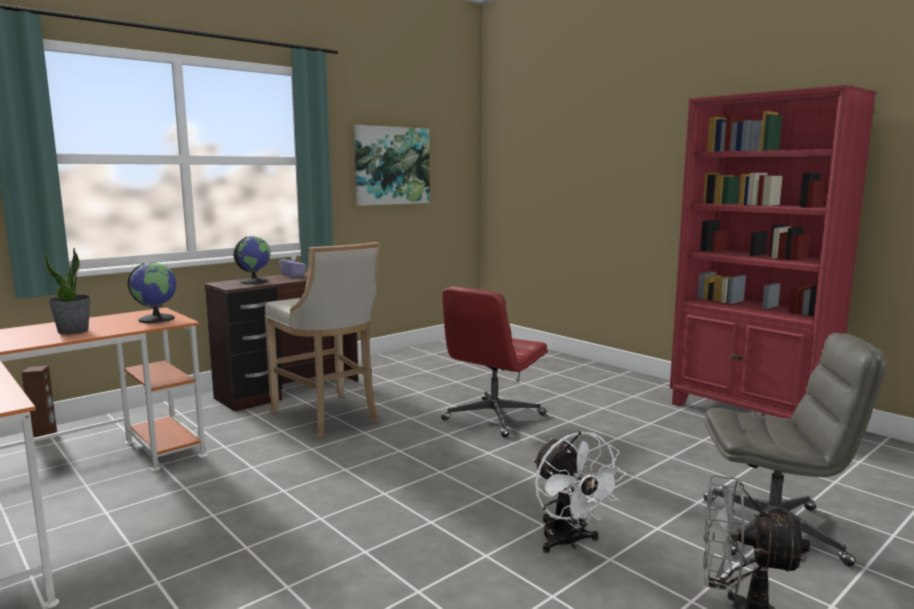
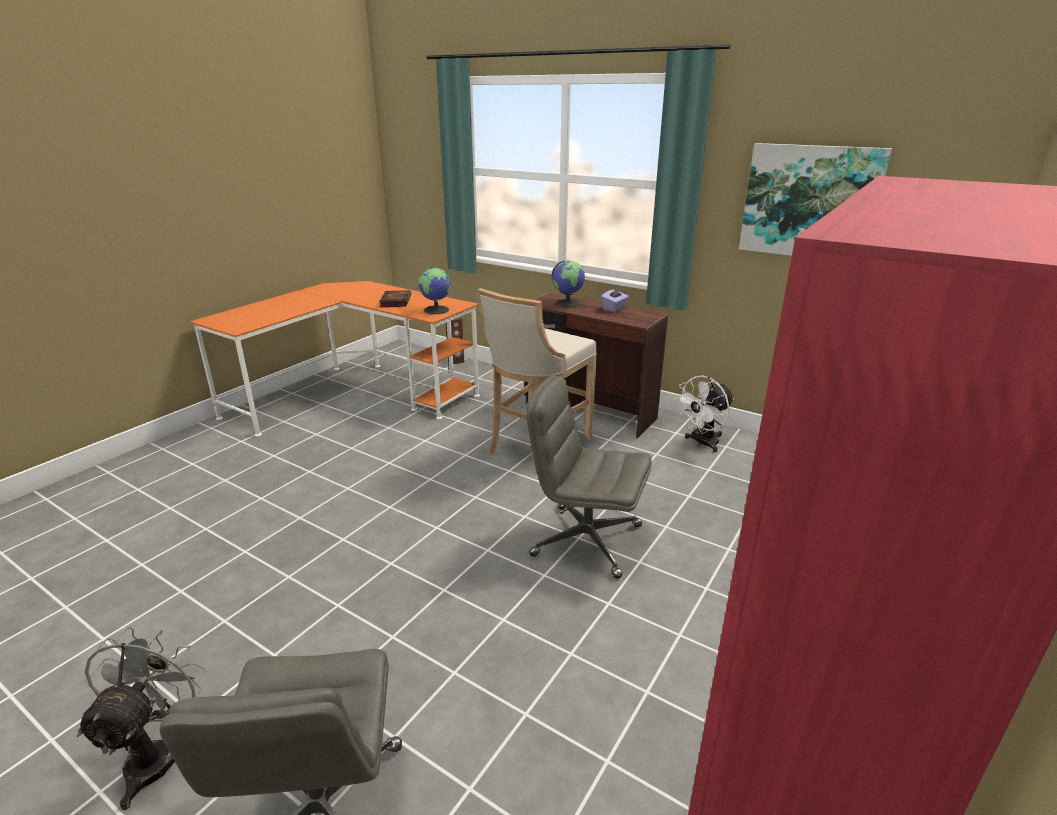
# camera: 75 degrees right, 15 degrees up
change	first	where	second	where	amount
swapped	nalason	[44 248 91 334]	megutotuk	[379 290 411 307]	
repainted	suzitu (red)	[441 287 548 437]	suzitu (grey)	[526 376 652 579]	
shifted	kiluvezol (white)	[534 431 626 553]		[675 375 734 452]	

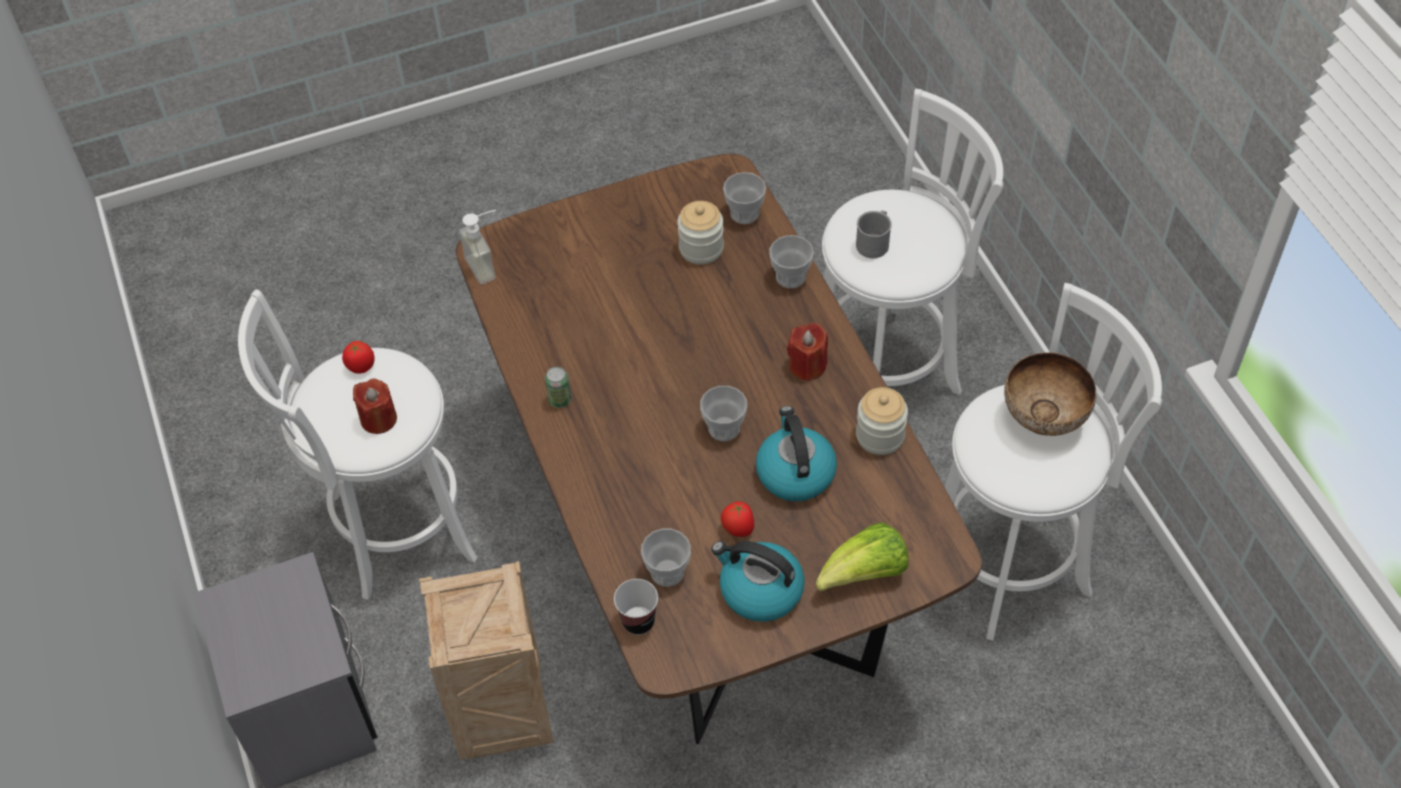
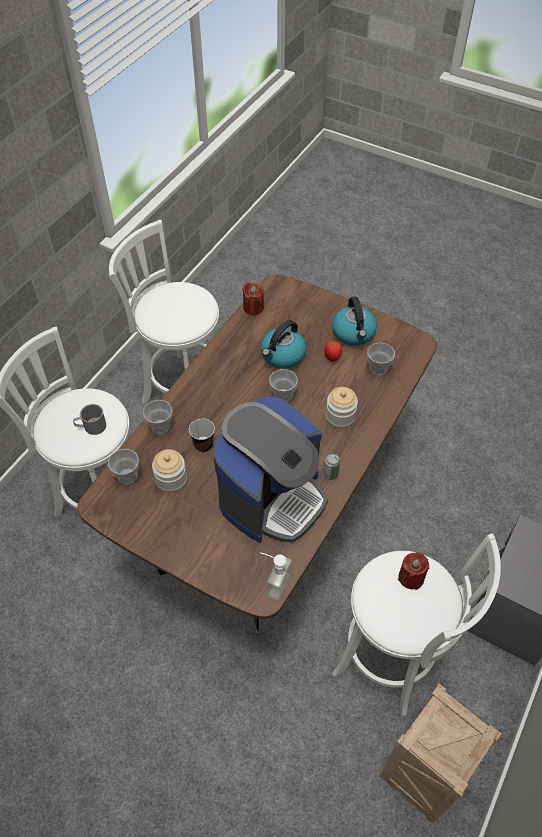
# camera: 130 degrees left, 0 degrees up
change	first	where	second	where	amount
gone	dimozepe	[342 341 375 374]			
shifted	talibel	[419 561 554 760]		[379 684 502 823]	
shifted	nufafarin	[614 579 658 635]		[189 418 215 452]	
shifted	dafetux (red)	[787 323 828 382]		[242 282 264 315]	
gone	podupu	[816 522 909 591]			
shifted	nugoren	[856 387 908 455]		[326 387 358 429]	
gone	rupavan	[1004 352 1096 436]			
new			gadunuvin	[213 397 328 543]	

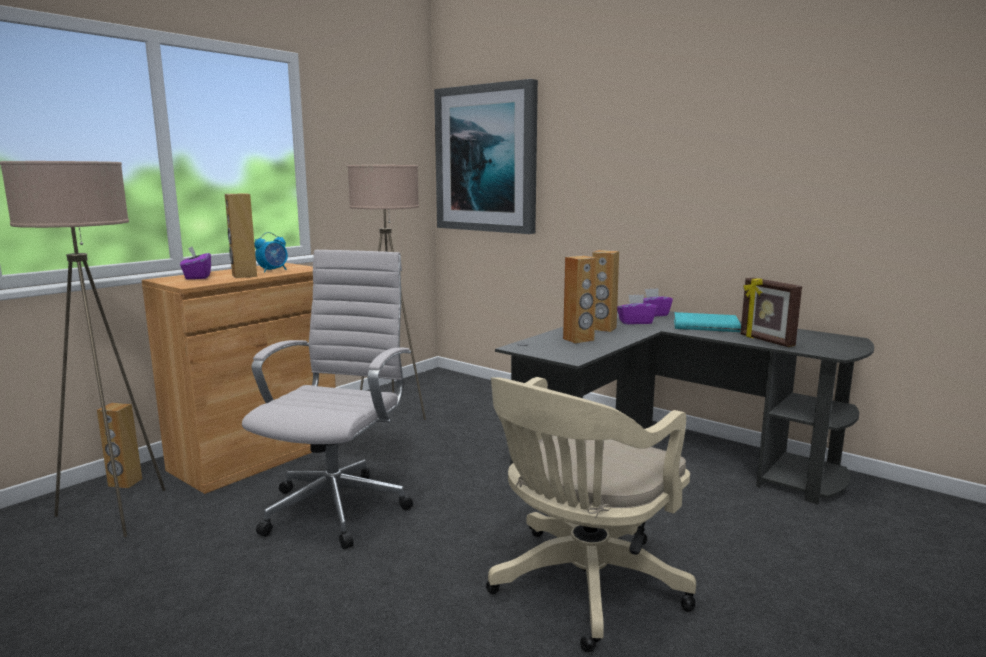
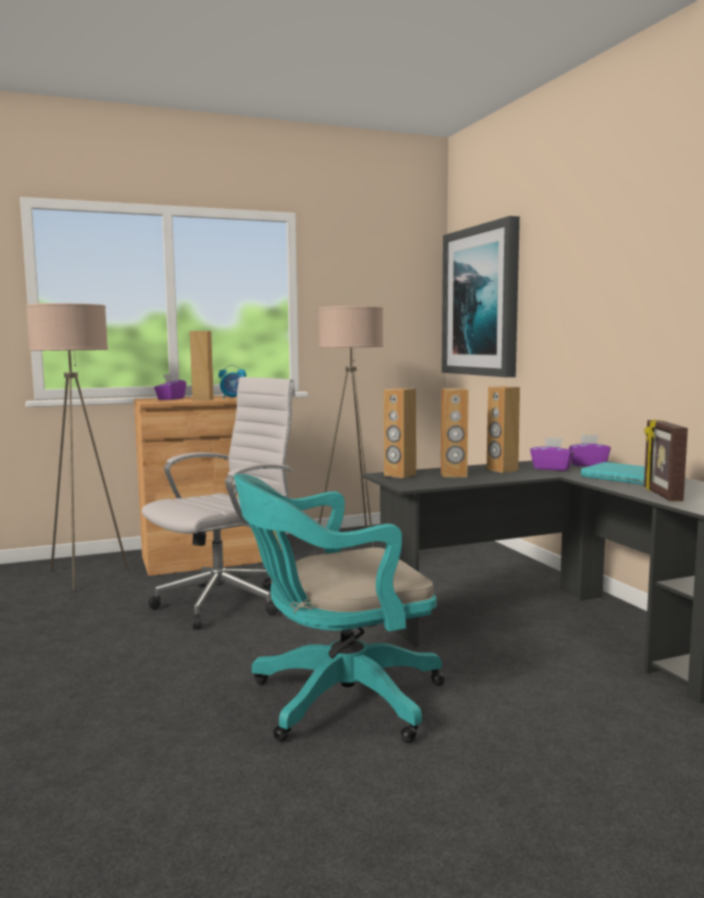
# camera: 30 degrees right, 5 degrees down
change	first	where	second	where	amount
shifted	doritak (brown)	[97 403 142 488]		[384 388 416 478]	
repainted	suzitu (beige)	[486 377 696 652]	suzitu (turquoise)	[234 474 445 743]	

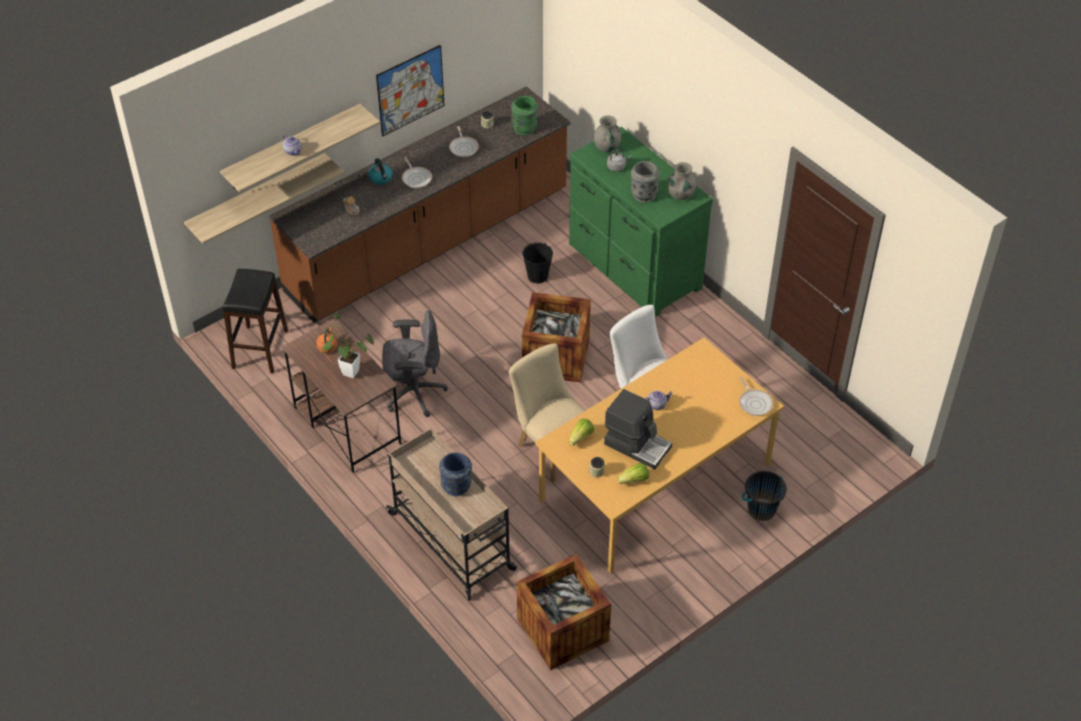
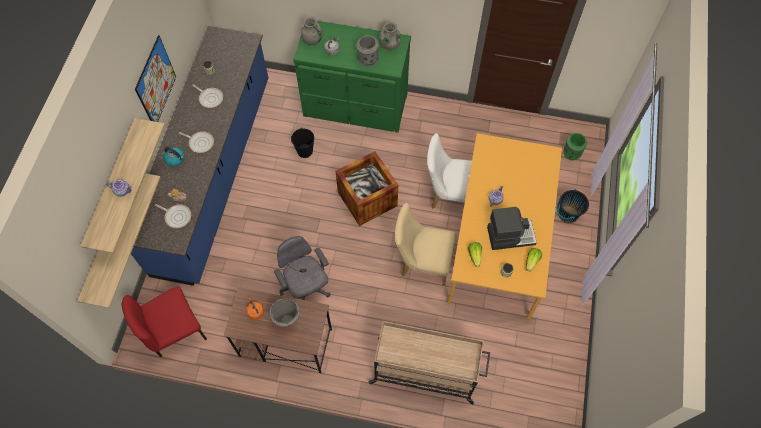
# camera: 40 degrees left, 15 degrees up
change	first	where	second	where	amount
swapped	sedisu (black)	[223 269 288 373]	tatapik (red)	[121 286 207 357]	
repainted	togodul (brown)	[269 86 570 323]	togodul (blue)	[131 26 268 286]	
swapped	nalason	[321 313 374 379]	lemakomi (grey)	[269 298 300 327]	
rotated	suzitu (grey)	[382 310 448 417]		[274 236 331 300]	75 degrees counterclockwise
gone	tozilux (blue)	[439 452 472 496]			
shifted	tozilux (green)	[511 96 538 135]		[563 133 587 161]	
gone	talibel	[517 554 611 670]			
shifted	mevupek	[739 377 773 416]		[155 204 191 228]	

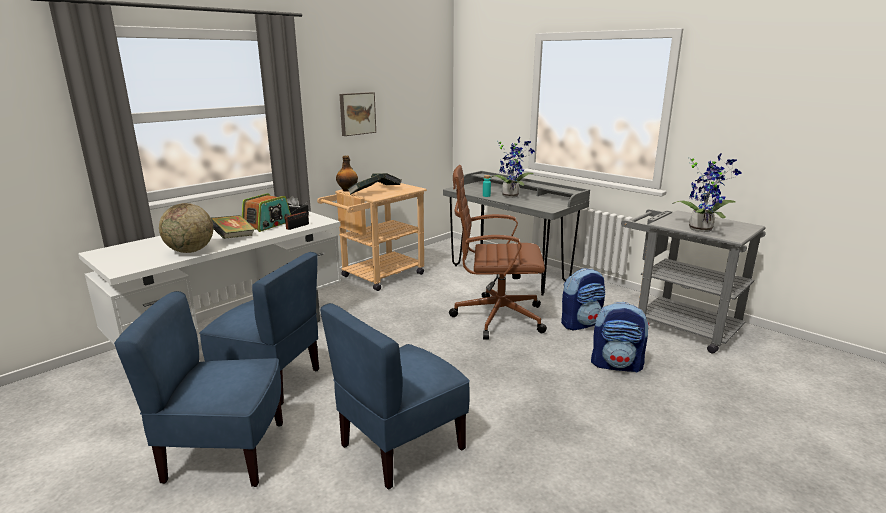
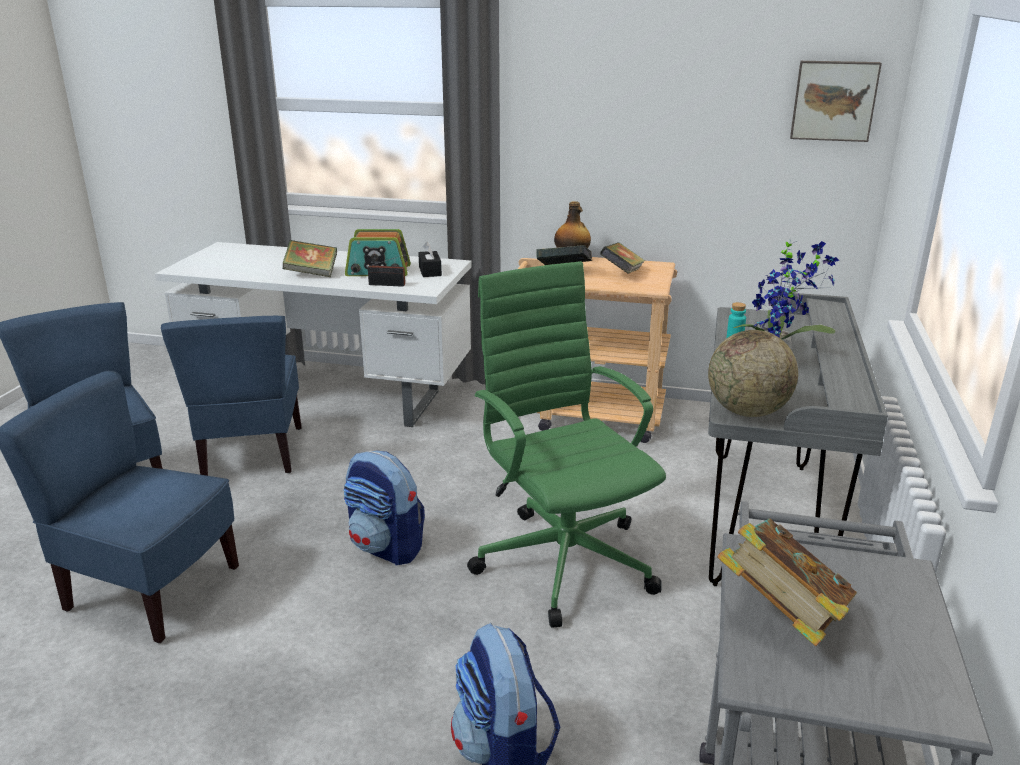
# camera: 60 degrees right, 5 degrees up
change	first	where	second	where	amount
shifted	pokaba	[159 203 213 253]		[708 330 798 417]	
shifted	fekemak	[339 92 376 136]		[790 61 882 142]	
repainted	suzitu (brown)	[449 165 547 340]	suzitu (green)	[467 261 666 628]	
shifted	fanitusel	[561 268 605 330]		[343 451 425 565]	
swapped	nalason	[672 153 741 232]	megutotuk	[717 519 857 646]	

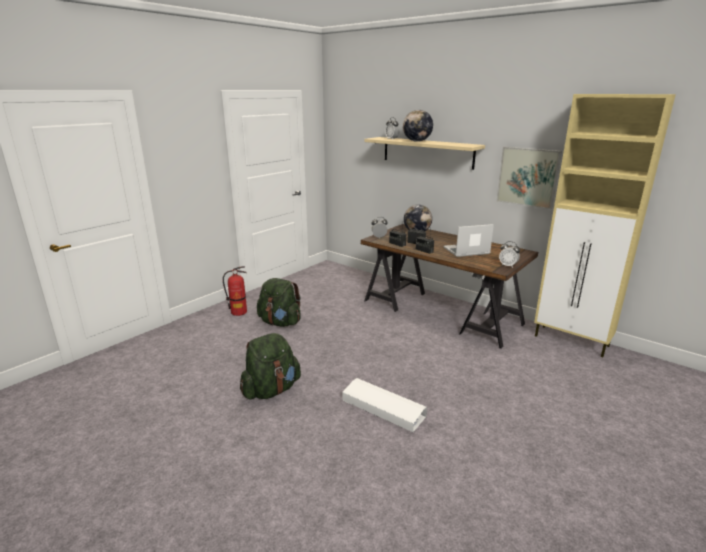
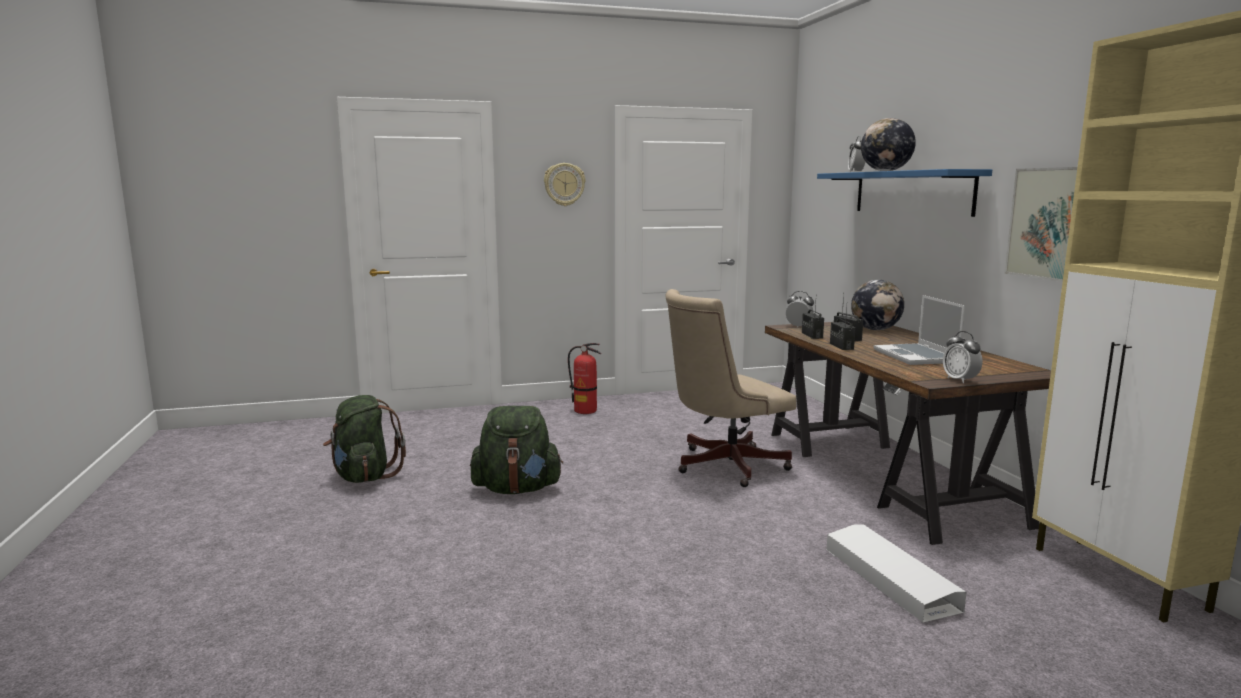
# camera: 35 degrees right, 10 degrees down
change	first	where	second	where	amount
shifted	fanitusel (green)	[257 278 301 327]		[323 395 406 483]	
shifted	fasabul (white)	[342 378 427 432]		[826 524 966 623]	
repainted	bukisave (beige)	[364 137 485 170]	bukisave (blue)	[817 169 992 217]	
rotated	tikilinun	[444 224 494 257]		[873 295 965 365]	120 degrees counterclockwise
new			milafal	[544 163 585 206]	
new			suzitu (beige)	[665 289 796 487]	

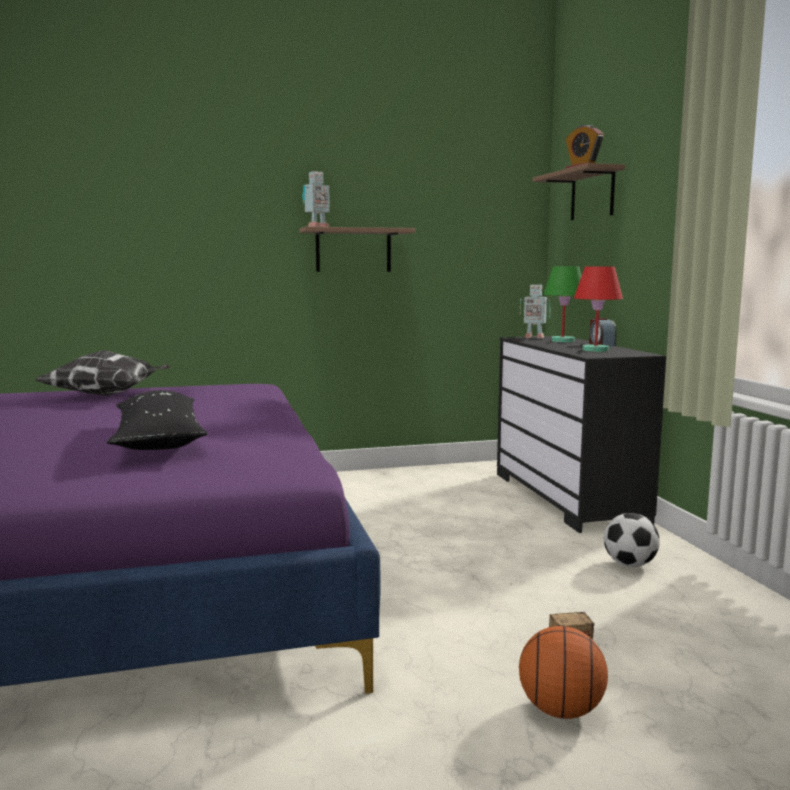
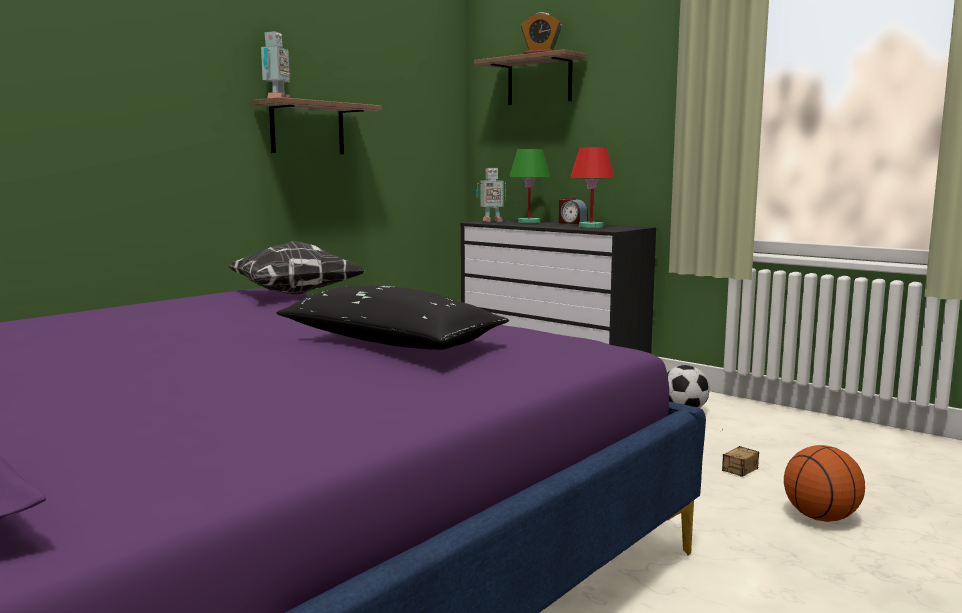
# camera: 35 degrees left, 0 degrees up
change	first	where	second	where	amount
shifted	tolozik	[35 350 171 396]		[227 241 365 295]	

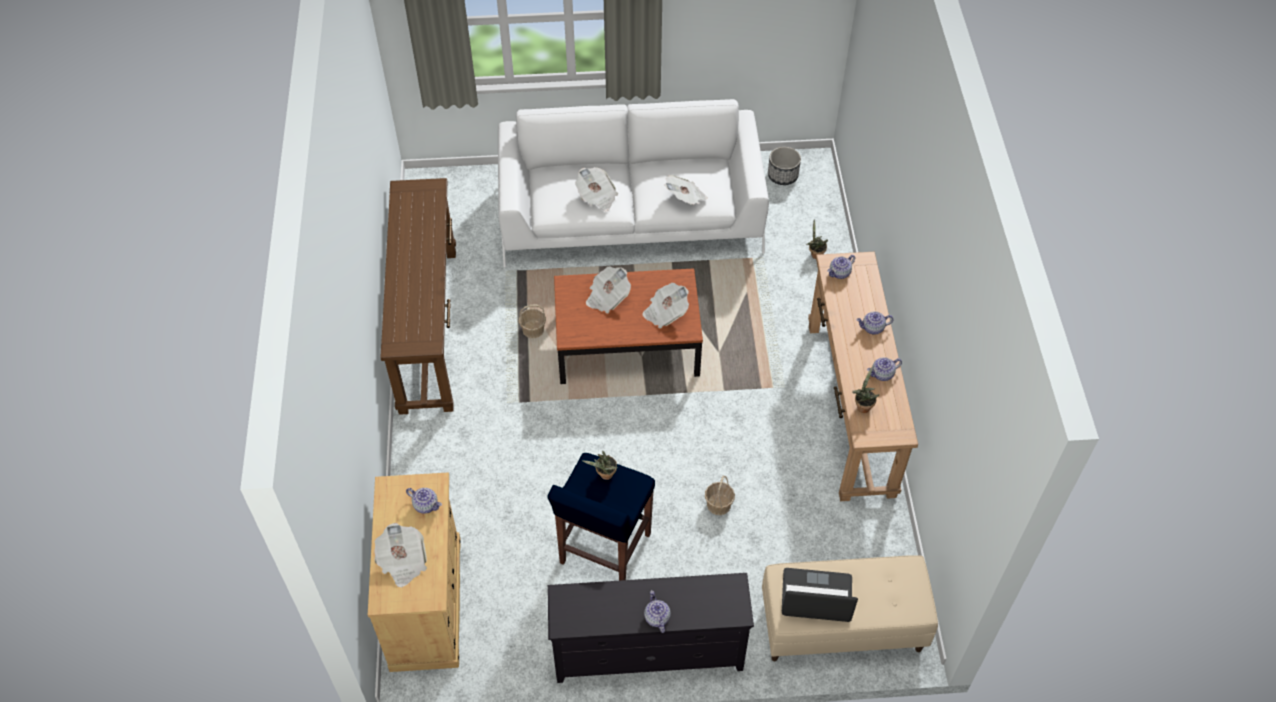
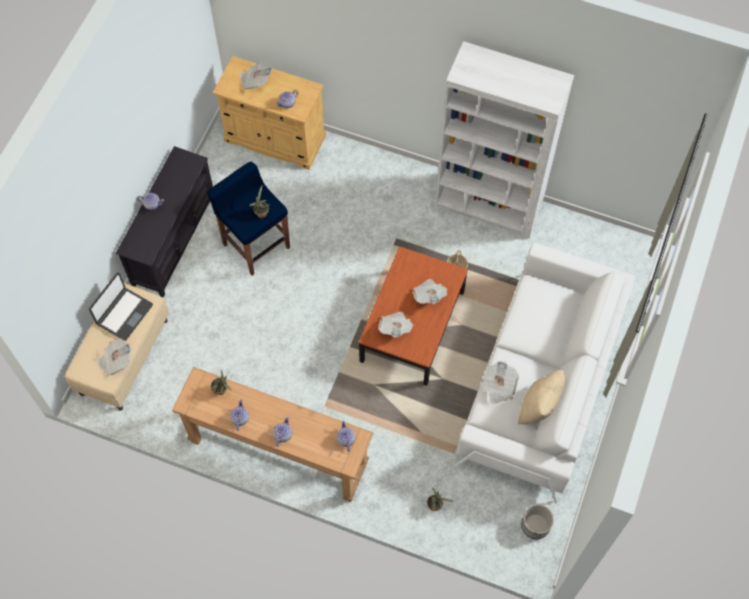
# camera: 115 degrees right, 10 degrees up
change	first	where	second	where	amount
swapped	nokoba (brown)	[380 178 456 415]	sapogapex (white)	[436 41 574 239]	
shifted	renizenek	[575 167 618 211]		[97 338 132 377]	
gone	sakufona	[705 475 735 515]			
new			tolozik (beige)	[518 369 565 425]	

